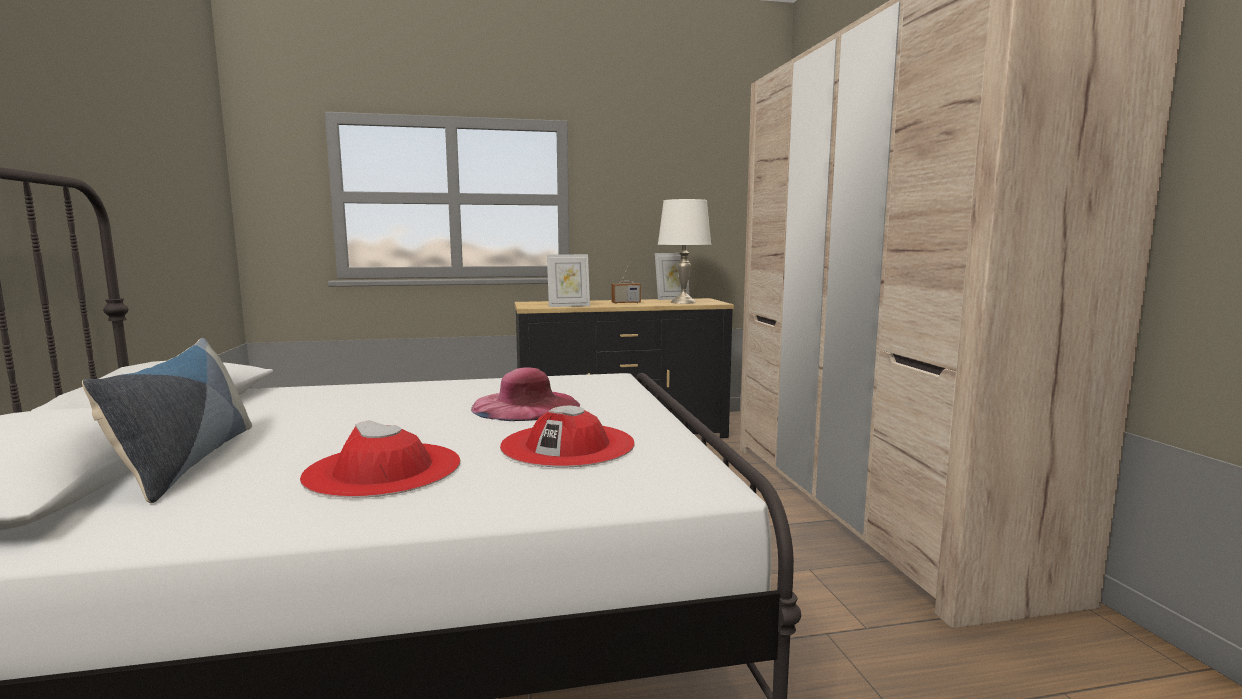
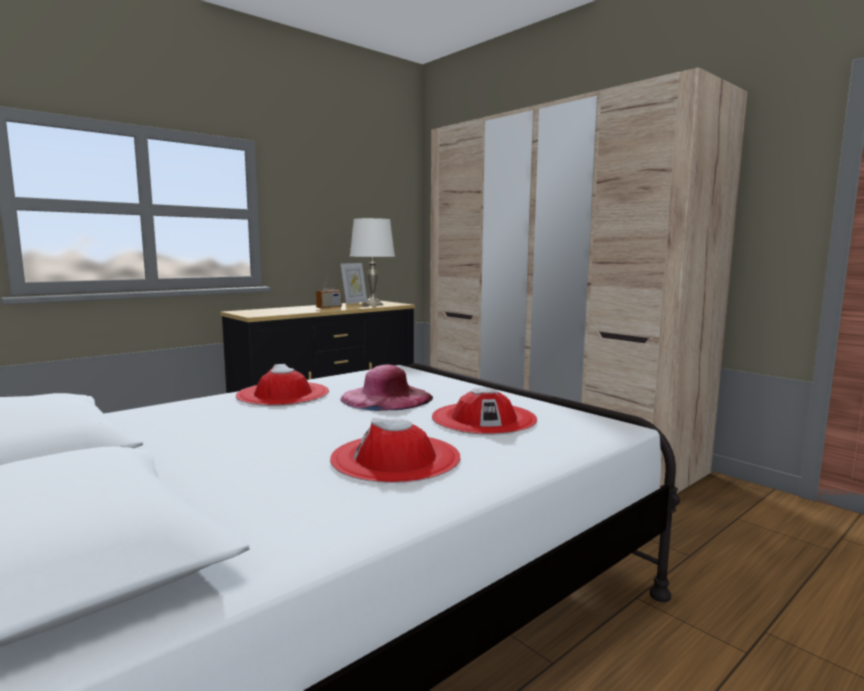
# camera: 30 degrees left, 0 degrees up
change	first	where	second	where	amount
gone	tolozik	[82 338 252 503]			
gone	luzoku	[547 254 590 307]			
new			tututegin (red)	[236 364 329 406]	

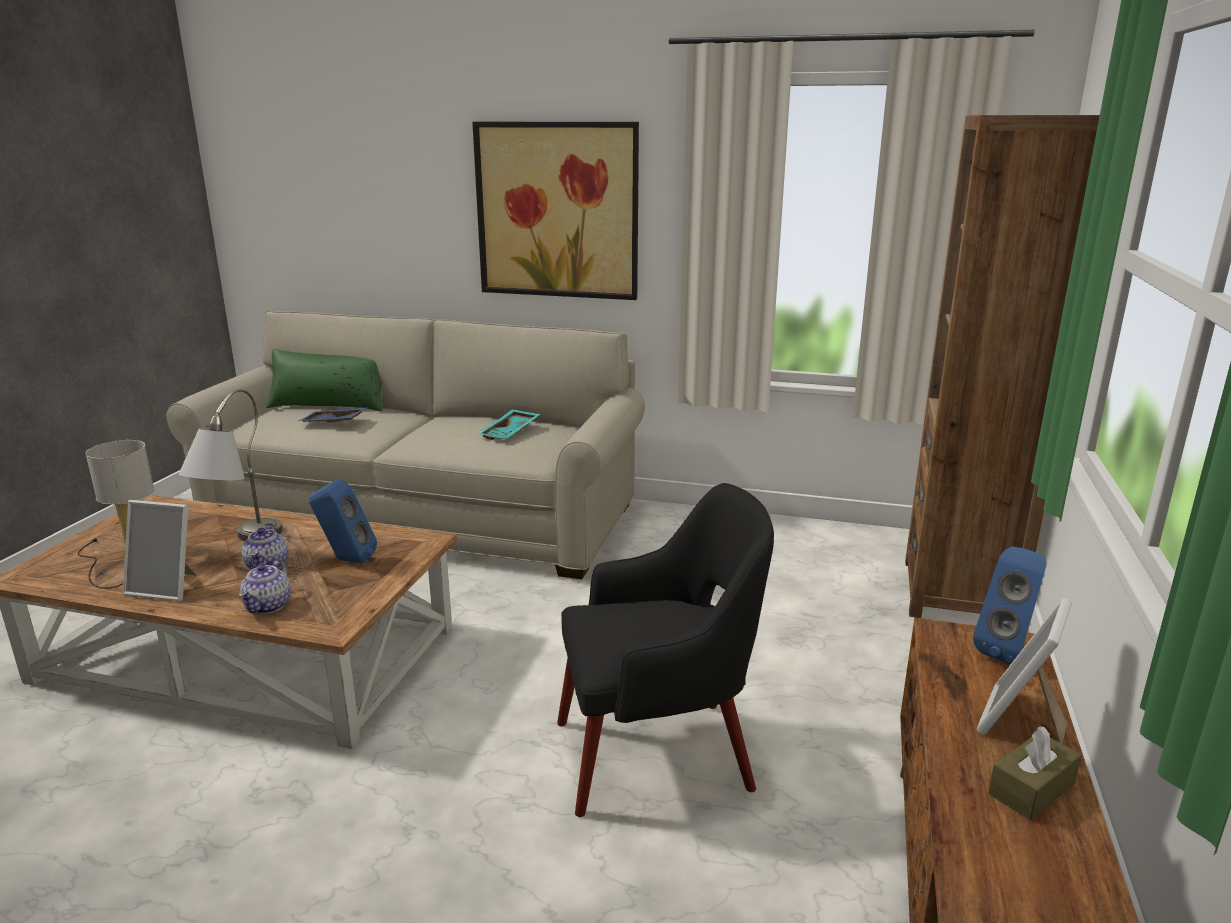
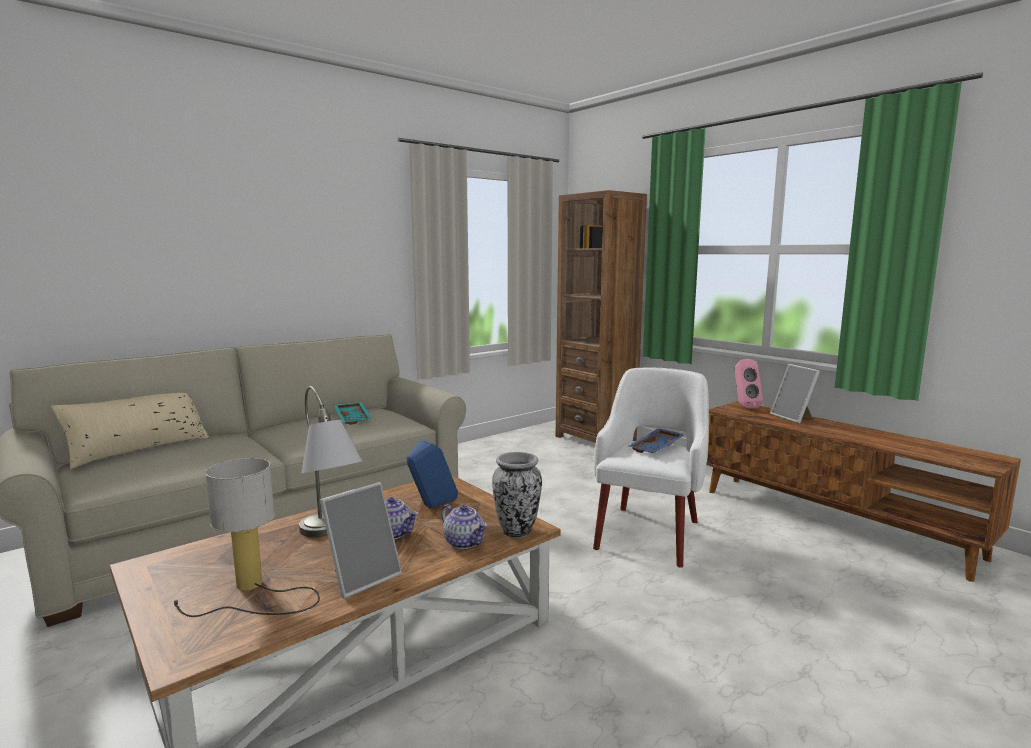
# camera: 55 degrees left, 10 degrees down
change	first	where	second	where	amount
repainted	tolozik (green)	[266 349 382 412]	tolozik (beige)	[51 393 209 469]	
shifted	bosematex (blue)	[298 408 366 423]		[628 428 685 453]	
gone	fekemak	[472 122 639 300]			
repainted	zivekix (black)	[557 483 774 817]	zivekix (white)	[593 368 709 568]	
repainted	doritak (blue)	[973 546 1046 664]	doritak (pink)	[735 359 763 408]	
gone	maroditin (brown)	[988 727 1082 820]			
new			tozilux	[492 452 542 538]	

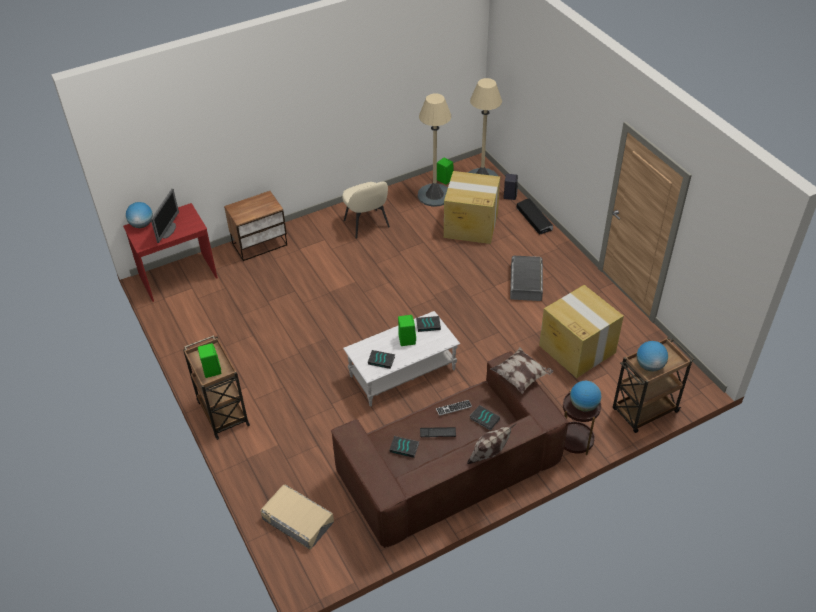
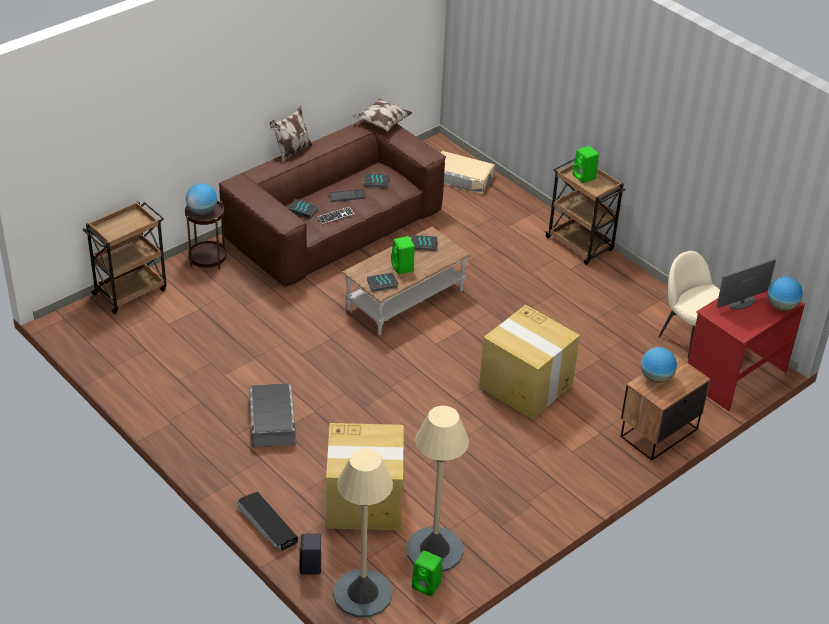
# camera: 165 degrees right, 5 degrees down
change	first	where	second	where	amount
rotated	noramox	[151 189 179 243]		[716 258 776 309]	60 degrees clockwise
shifted	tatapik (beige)	[342 182 390 239]		[658 251 720 359]	
repainted	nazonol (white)	[343 311 460 406]	nazonol (brown)	[342 227 471 336]	
shifted	tolozik	[490 347 553 394]		[353 99 412 131]	
shifted	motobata	[539 285 624 378]		[479 305 580 419]	
shifted	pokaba	[637 341 668 372]		[641 347 677 383]	

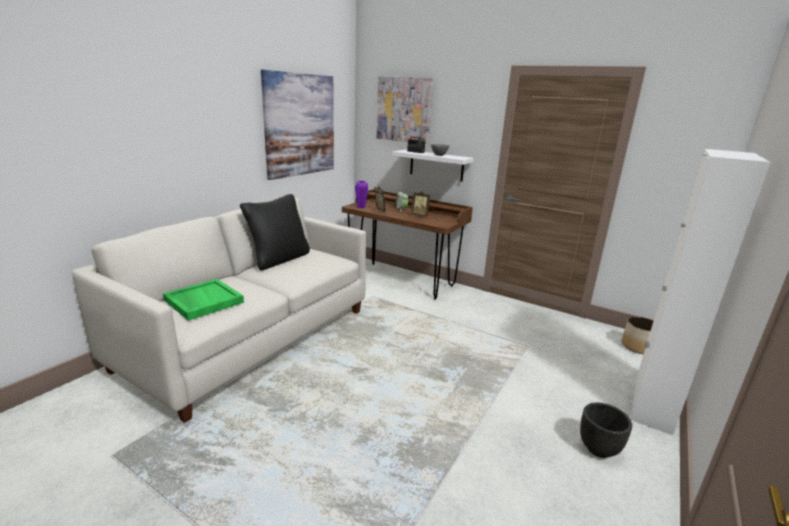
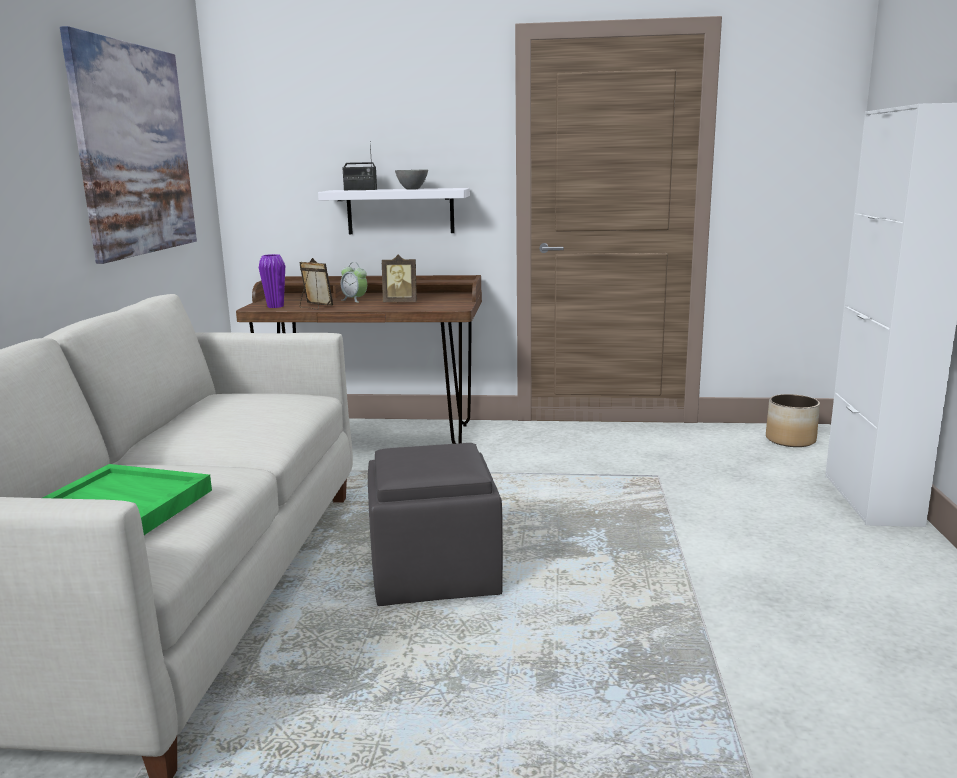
# camera: 25 degrees left, 5 degrees down
change	first	where	second	where	amount
gone	tolozik (black)	[240 194 310 271]			
gone	fekemak	[377 76 433 144]			
gone	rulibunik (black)	[580 403 632 458]			
new			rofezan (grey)	[368 443 503 606]	

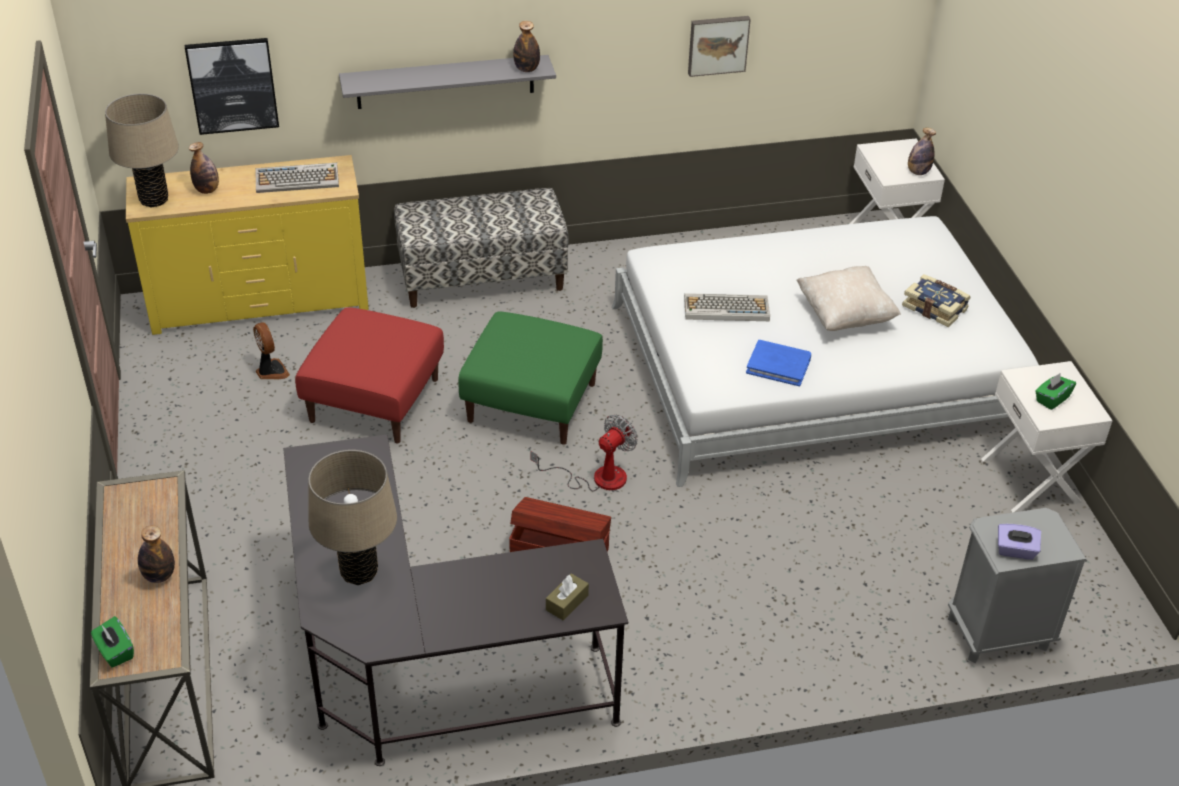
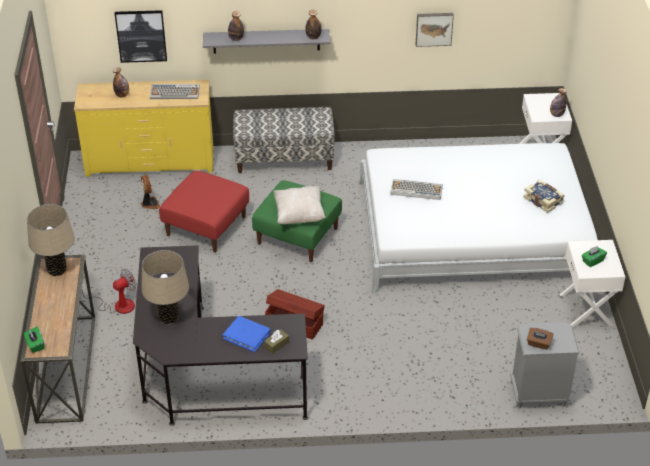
# camera: 10 degrees right, 0 degrees up
change	first	where	second	where	amount
shifted	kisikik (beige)	[105 94 179 207]		[27 204 75 276]	
shifted	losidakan	[138 525 175 583]		[228 11 244 41]	
shifted	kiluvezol	[531 415 638 491]		[81 269 137 314]	
shifted	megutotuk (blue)	[746 340 811 386]		[223 316 270 352]	
shifted	tolozik (beige)	[797 266 901 331]		[273 186 326 224]	
repainted	maroditin (purple)	[998 524 1041 560]	maroditin (brown)	[527 328 553 350]	

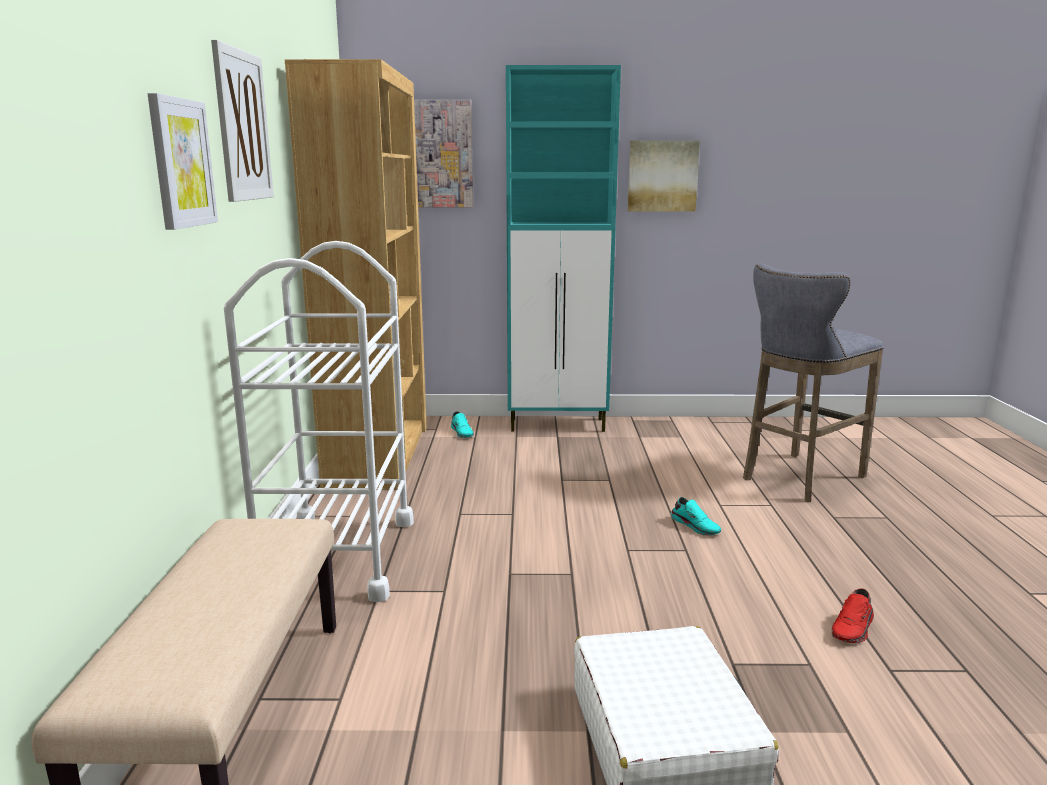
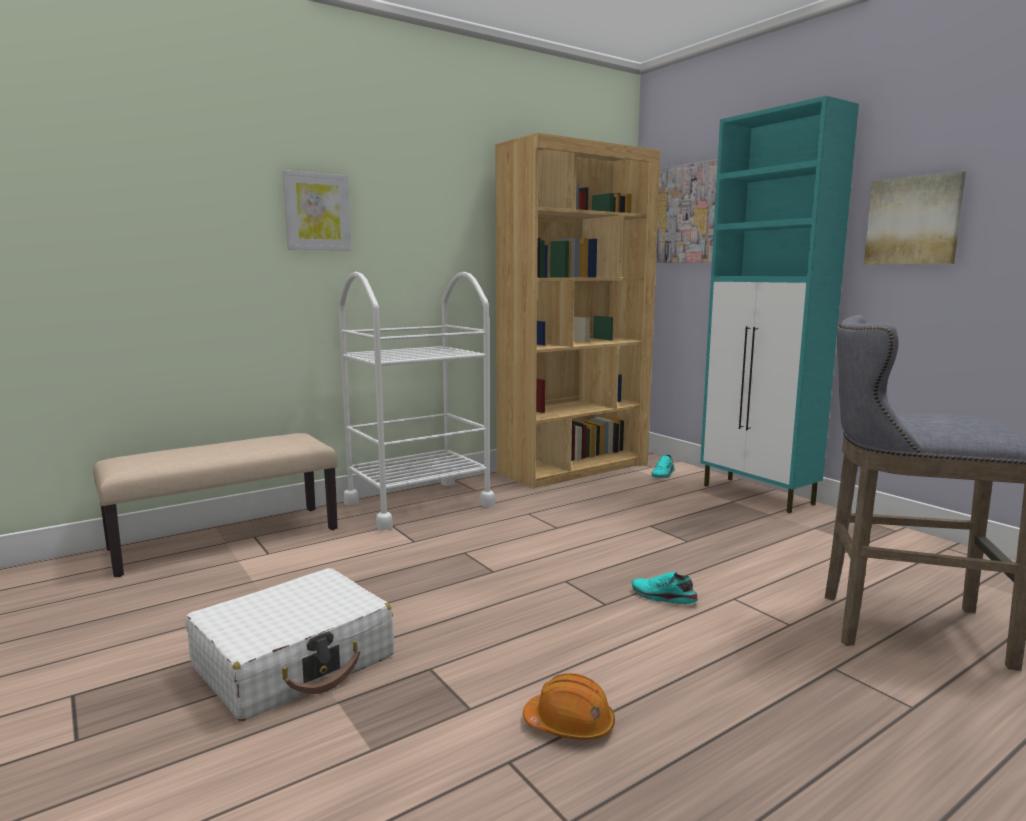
# camera: 55 degrees right, 5 degrees down
change	first	where	second	where	amount
gone	fekemak	[211 40 274 202]			
rotated	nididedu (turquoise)	[671 497 721 536]		[631 571 698 605]	105 degrees clockwise
swapped	nididedu (red)	[832 588 874 643]	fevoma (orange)	[523 673 615 740]	

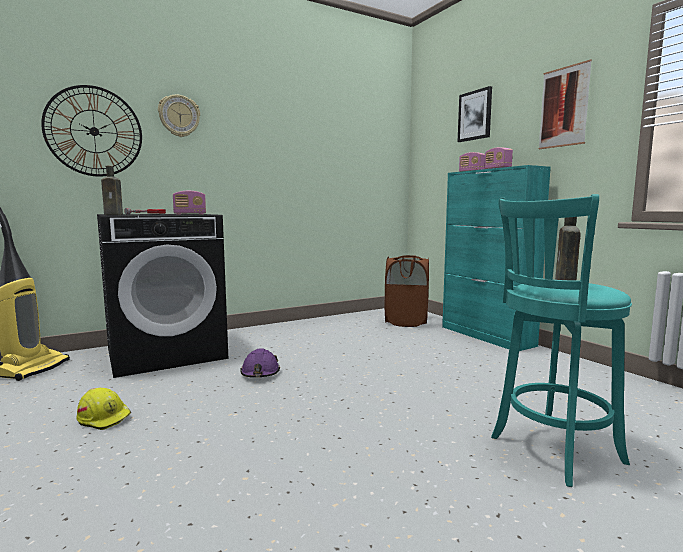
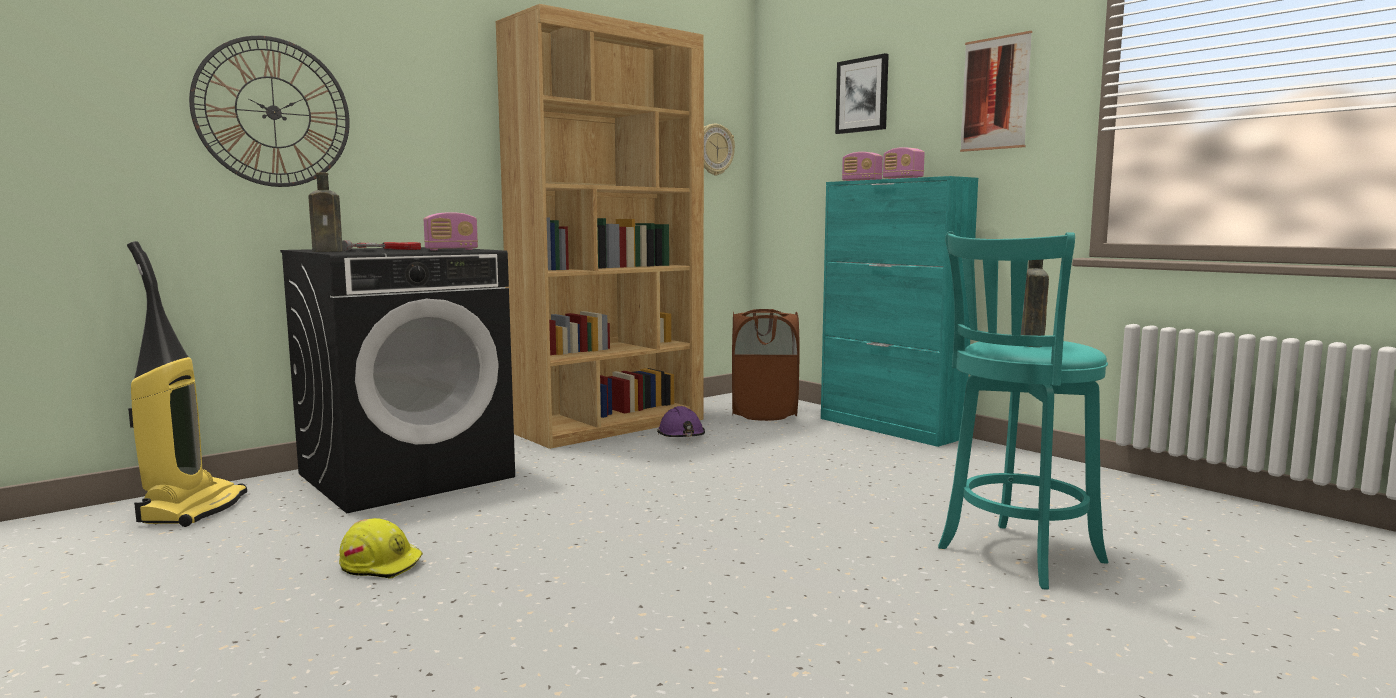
# camera: 10 degrees left, 0 degrees up
change	first	where	second	where	amount
shifted	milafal	[158 95 200 137]		[704 124 735 175]	
shifted	fevoma (purple)	[240 348 280 377]		[657 406 705 437]	
new			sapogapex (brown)	[496 4 704 449]	

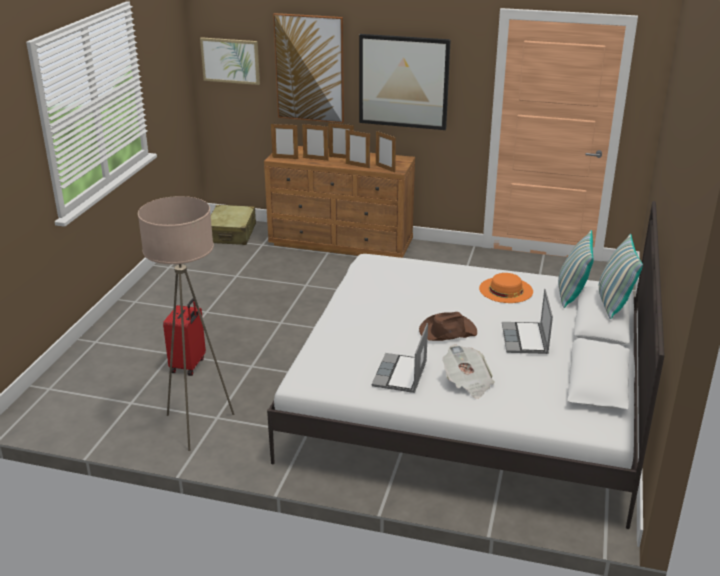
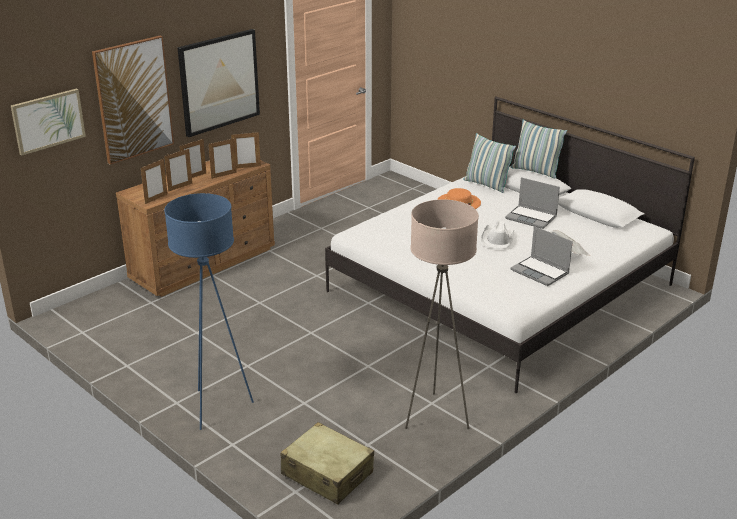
# camera: 60 degrees left, 0 degrees up
change	first	where	second	where	amount
gone	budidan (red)	[163 298 206 376]			
shifted	budidan (beige)	[211 205 256 245]		[281 422 374 505]	
repainted	tututegin (brown)	[419 312 477 341]	tututegin (white)	[481 220 514 249]	
new			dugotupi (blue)	[164 193 254 430]	

